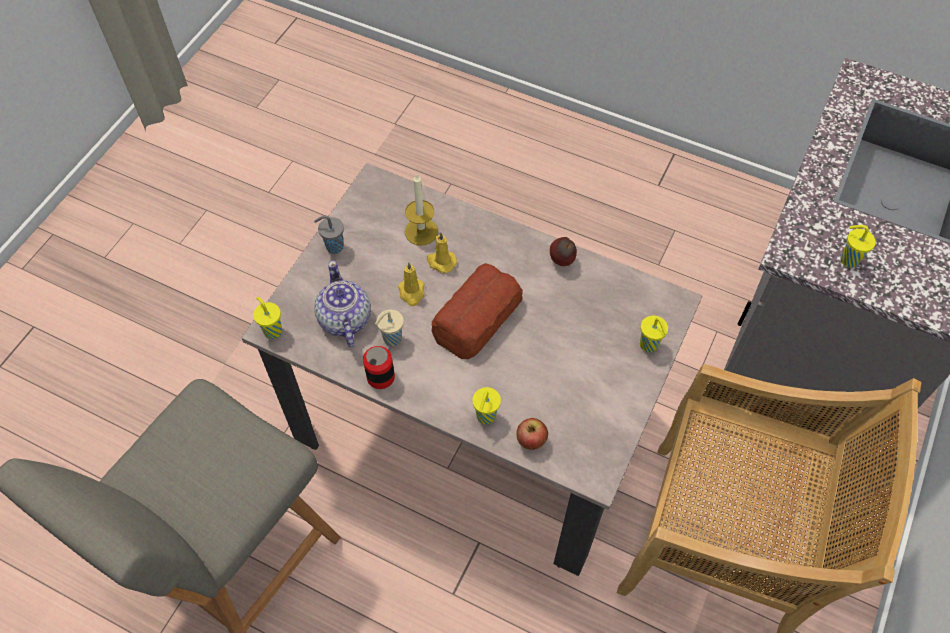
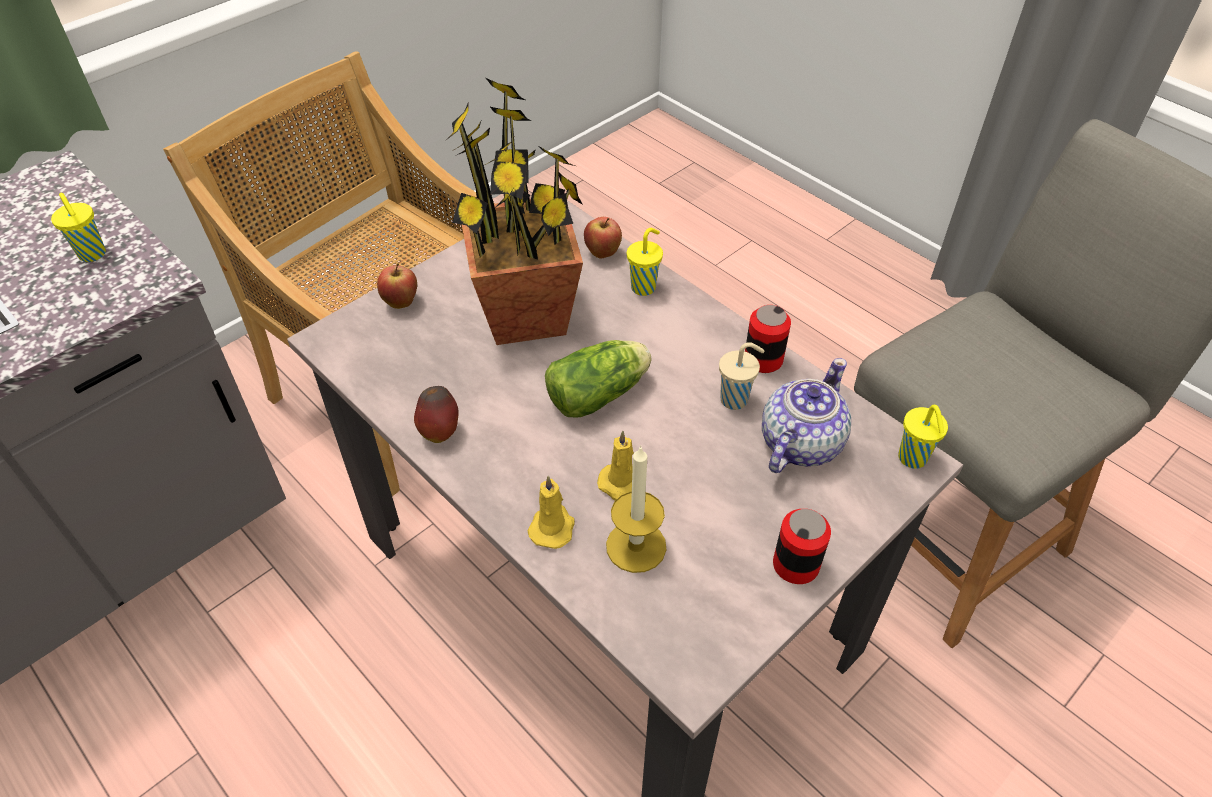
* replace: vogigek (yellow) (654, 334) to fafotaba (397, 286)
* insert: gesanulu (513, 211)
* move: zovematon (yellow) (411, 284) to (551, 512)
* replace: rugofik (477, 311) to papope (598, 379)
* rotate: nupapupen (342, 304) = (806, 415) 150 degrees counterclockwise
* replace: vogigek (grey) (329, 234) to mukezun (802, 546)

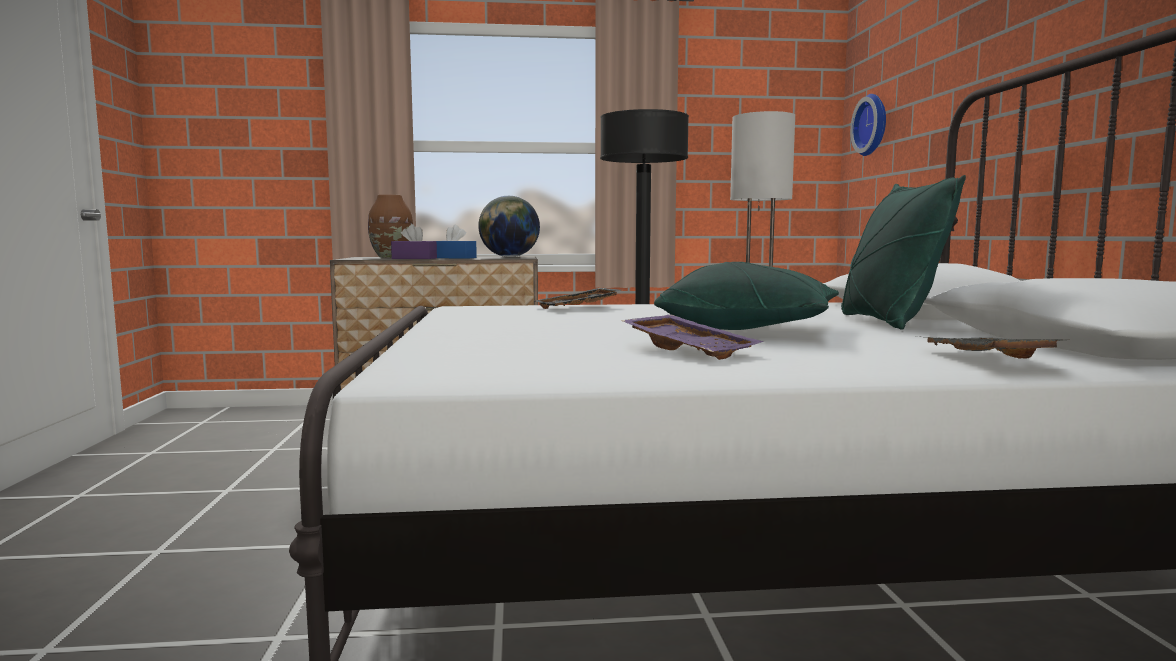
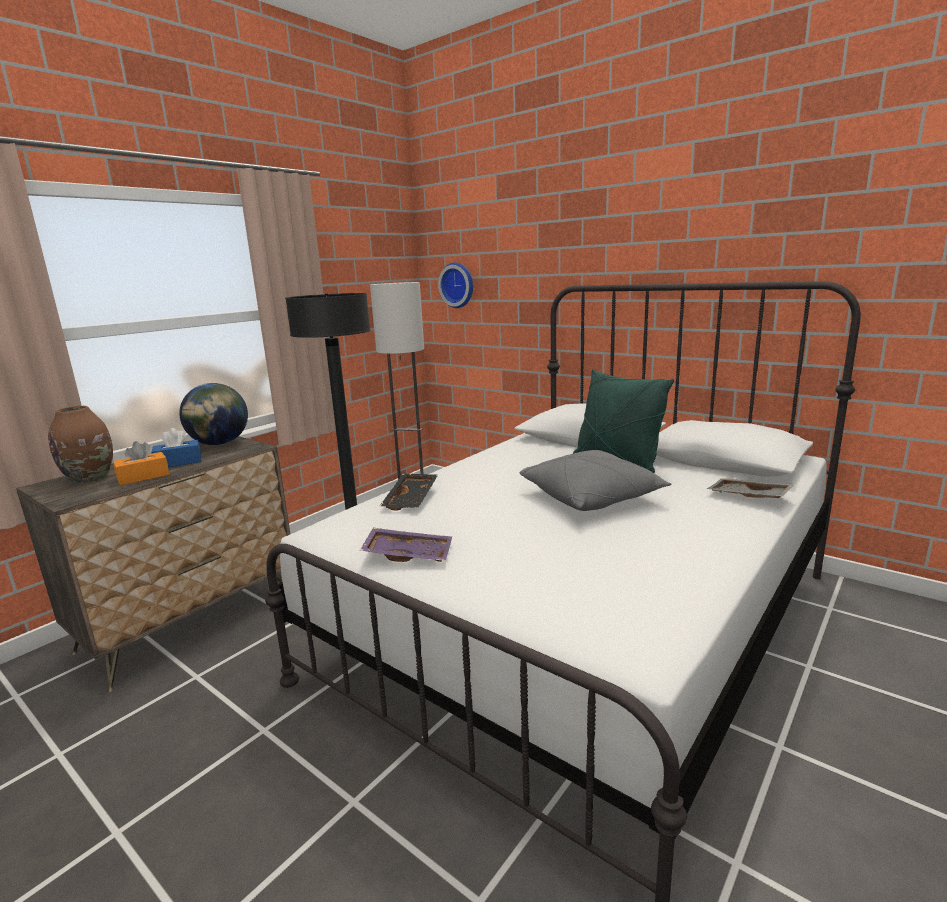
* recolor: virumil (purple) (414, 241) to virumil (orange) (141, 463)
* move: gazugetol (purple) (692, 337) to (406, 545)
* recolor: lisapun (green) (746, 296) to lisapun (grey) (596, 480)

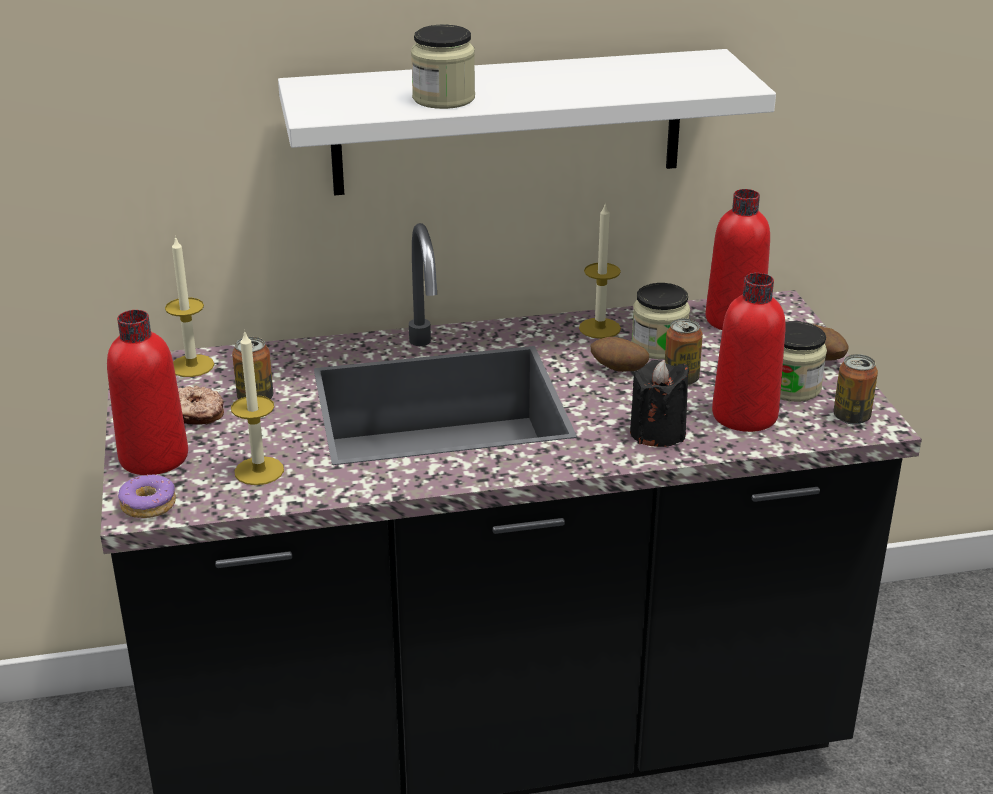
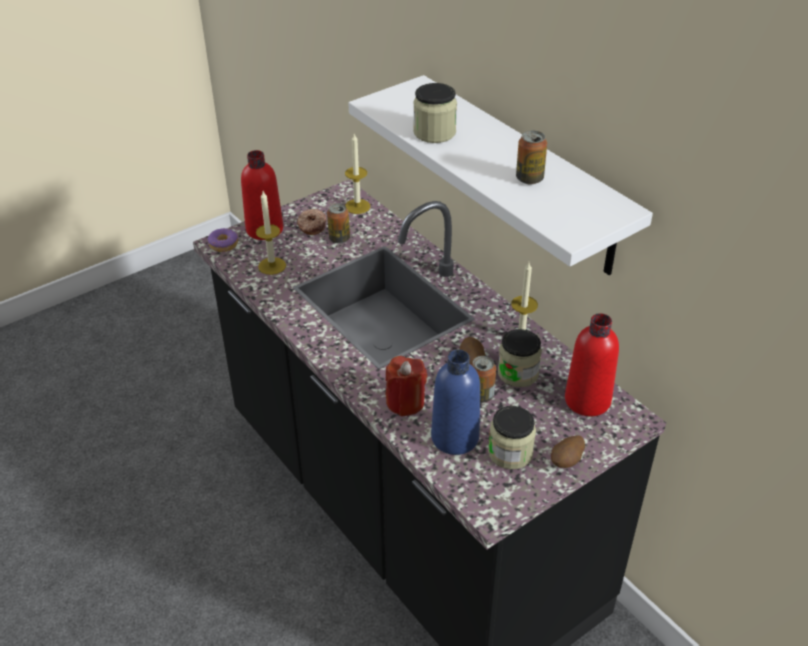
* recolor: zovematon (black) (659, 403) to zovematon (red) (406, 386)
* recolor: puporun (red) (749, 352) to puporun (blue) (455, 402)
* move: mukezun (855, 389) to (531, 157)

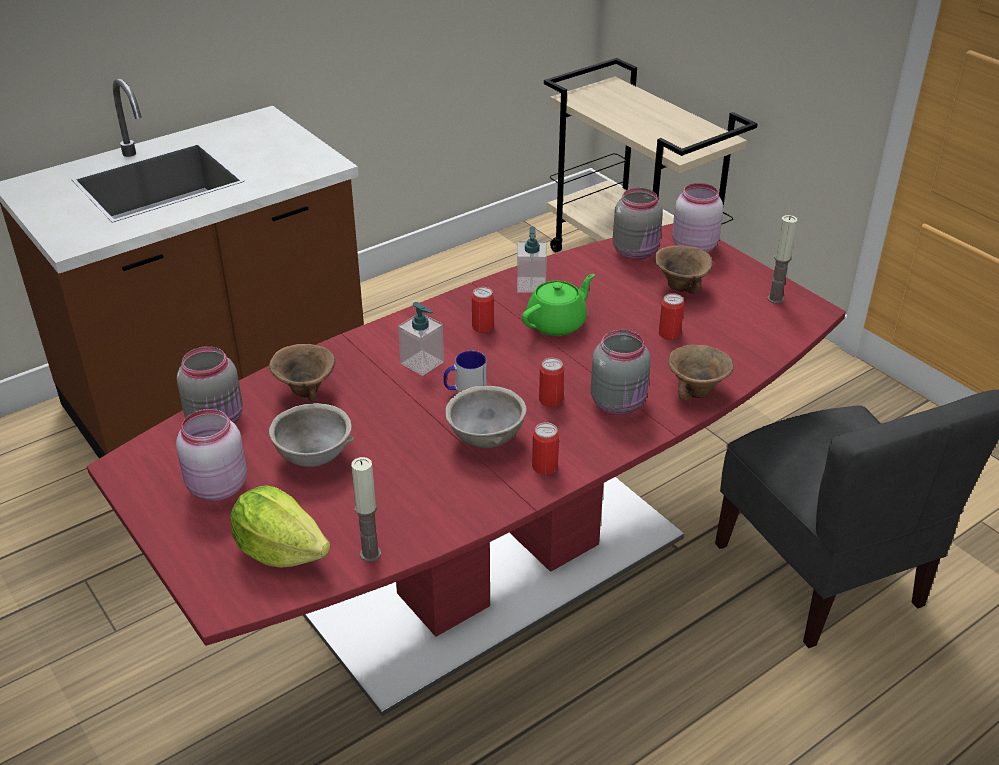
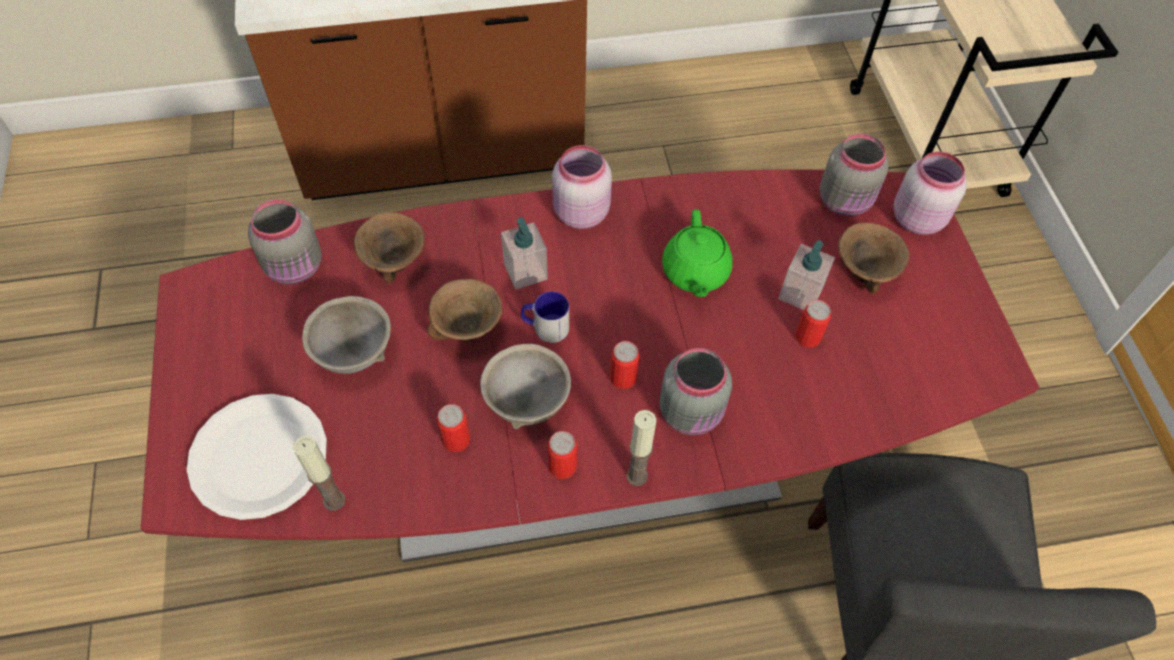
* replace: papope (280, 526) to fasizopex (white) (257, 457)
* move: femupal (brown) (701, 372) to (465, 310)
* move: mukezun (483, 310) to (453, 428)
* move: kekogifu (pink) (211, 455) to (582, 187)
* move: zovematon (782, 259) to (641, 448)
* rotate: nupapupen (green) (558, 305) = (697, 253) 105 degrees clockwise
* move: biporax (532, 260) to (807, 275)

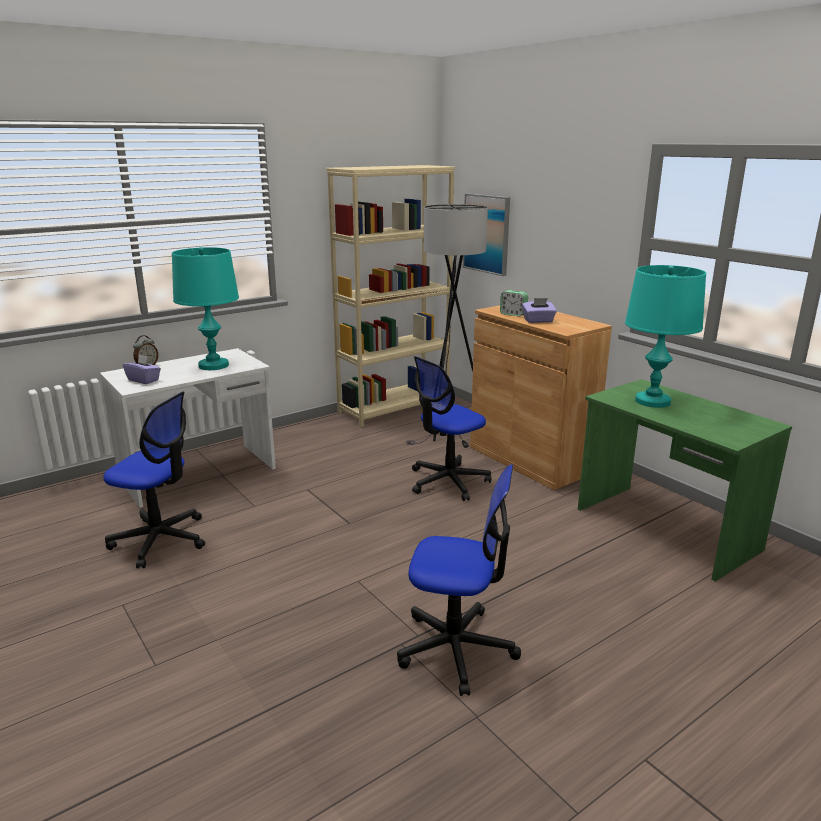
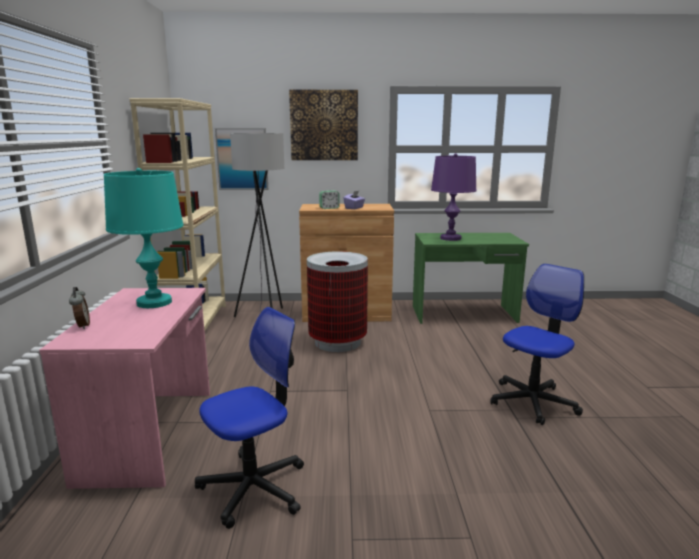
* recolor: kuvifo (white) (188, 428) to kuvifo (pink) (124, 388)
* insert: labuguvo (323, 125)
* replace: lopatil (451, 428) to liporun (337, 301)
* recolor: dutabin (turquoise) (665, 336) to dutabin (purple) (453, 197)
* delete: virumil (purple) (142, 369)

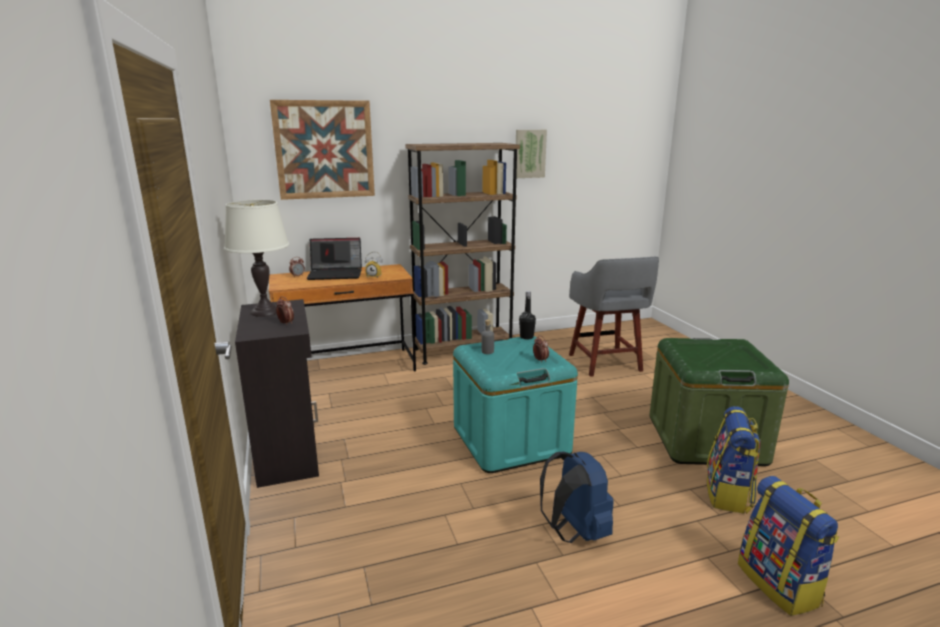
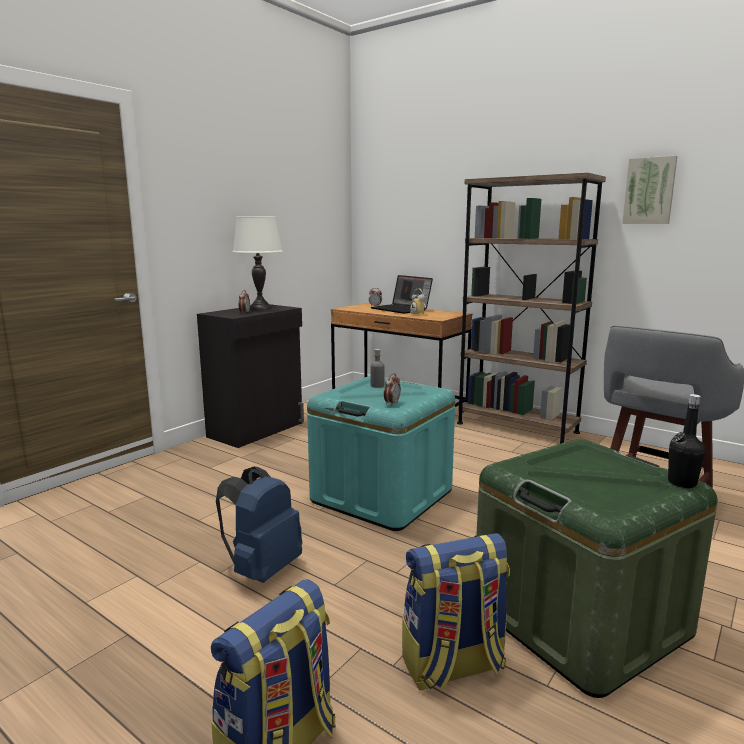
* move: puporun (black) (527, 315) to (687, 441)
* delete: labuguvo (322, 150)

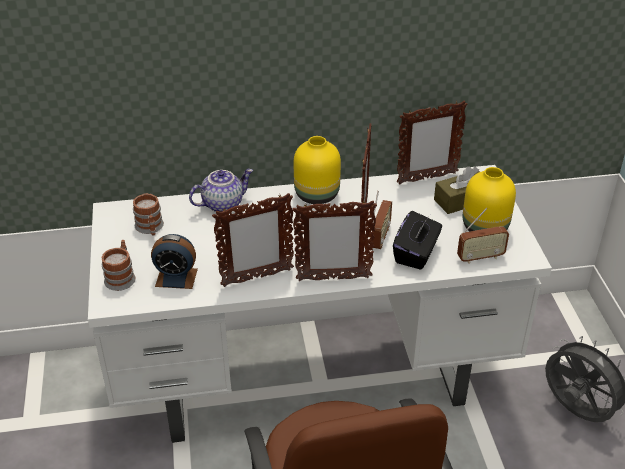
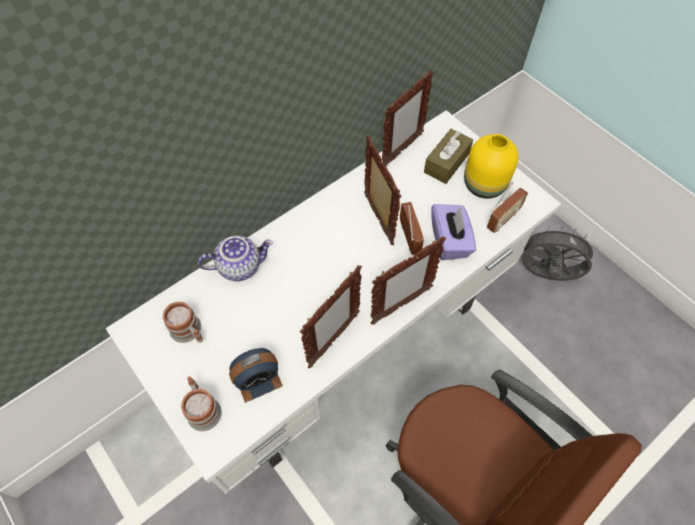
* rotate: nupapupen (221, 190) = (235, 258) 45 degrees clockwise
* recolor: virumil (black) (417, 240) to virumil (purple) (453, 232)
* delete: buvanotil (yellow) (317, 170)

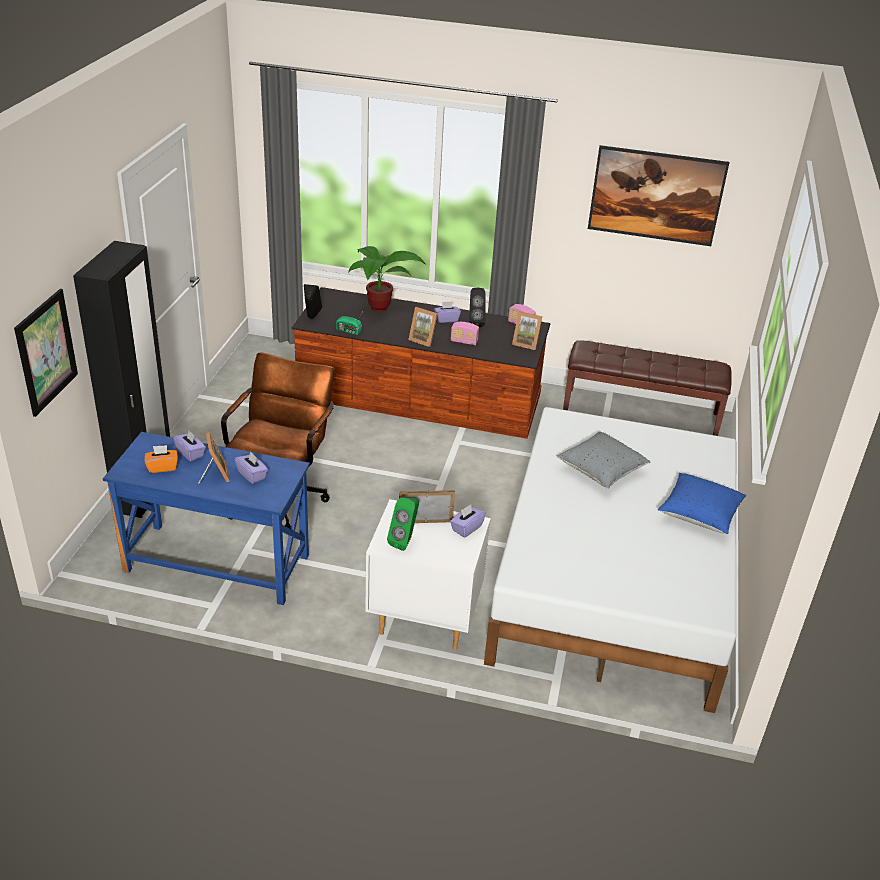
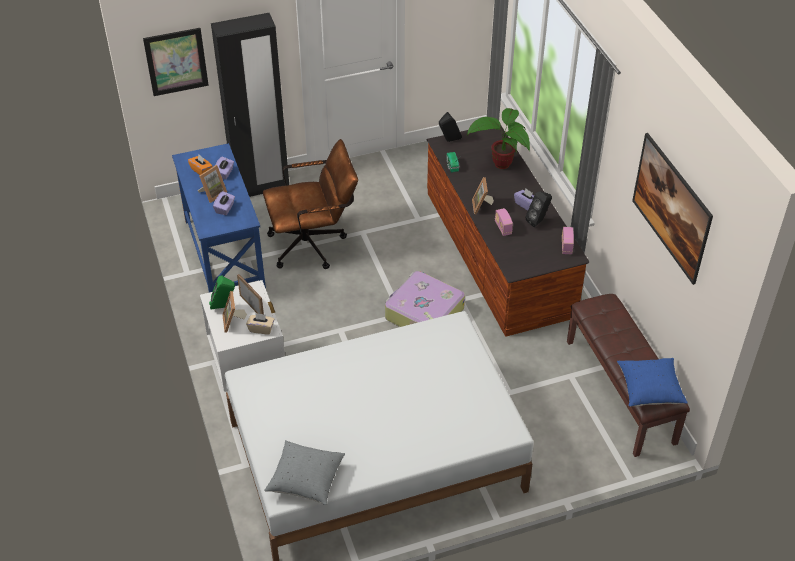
* move: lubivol (527, 330) to (234, 312)
* recolor: virumil (purple) (468, 521) to virumil (beige) (260, 324)
* move: lisapun (grey) (604, 460) to (304, 472)
* insert: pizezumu (425, 299)
* move: lisapun (blue) (702, 503) to (652, 382)

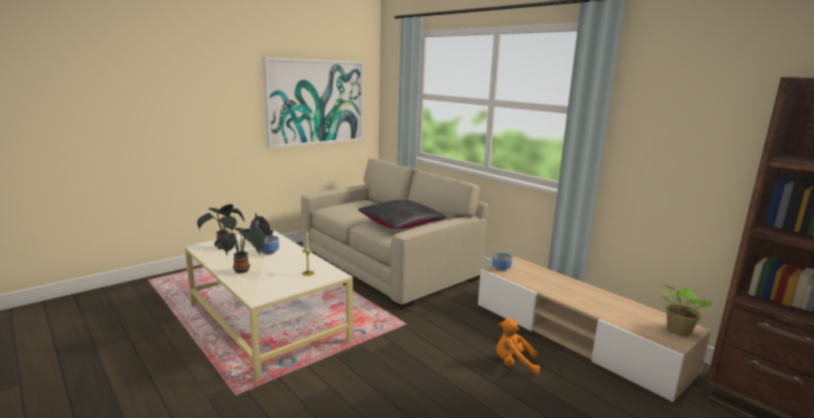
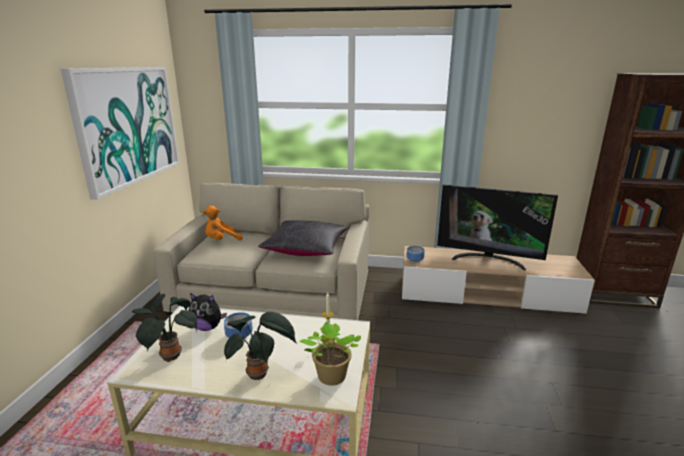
* move: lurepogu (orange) (518, 346) to (222, 223)
* move: gesanulu (686, 310) to (330, 354)
* insert: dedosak (497, 227)

